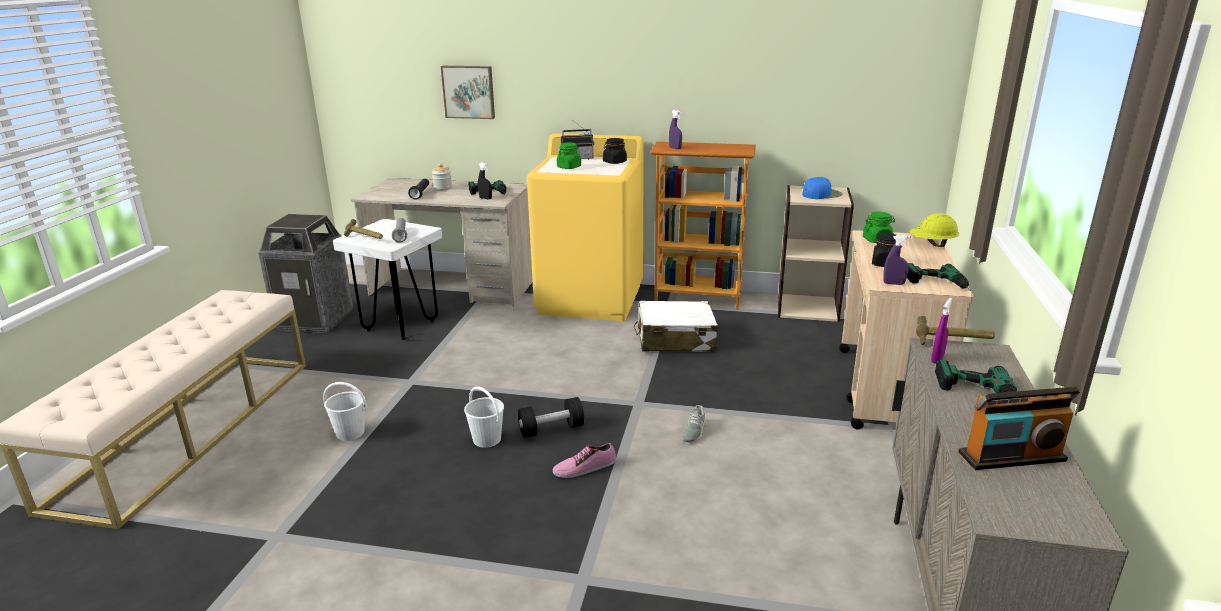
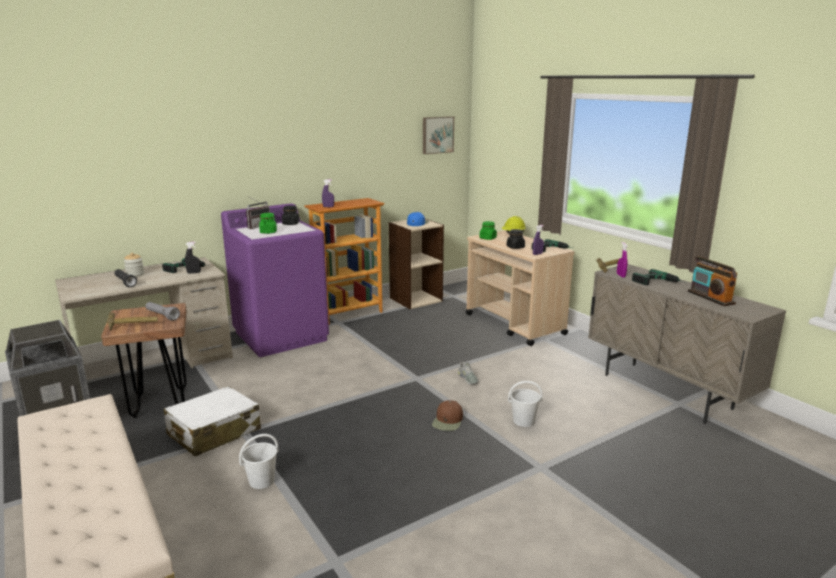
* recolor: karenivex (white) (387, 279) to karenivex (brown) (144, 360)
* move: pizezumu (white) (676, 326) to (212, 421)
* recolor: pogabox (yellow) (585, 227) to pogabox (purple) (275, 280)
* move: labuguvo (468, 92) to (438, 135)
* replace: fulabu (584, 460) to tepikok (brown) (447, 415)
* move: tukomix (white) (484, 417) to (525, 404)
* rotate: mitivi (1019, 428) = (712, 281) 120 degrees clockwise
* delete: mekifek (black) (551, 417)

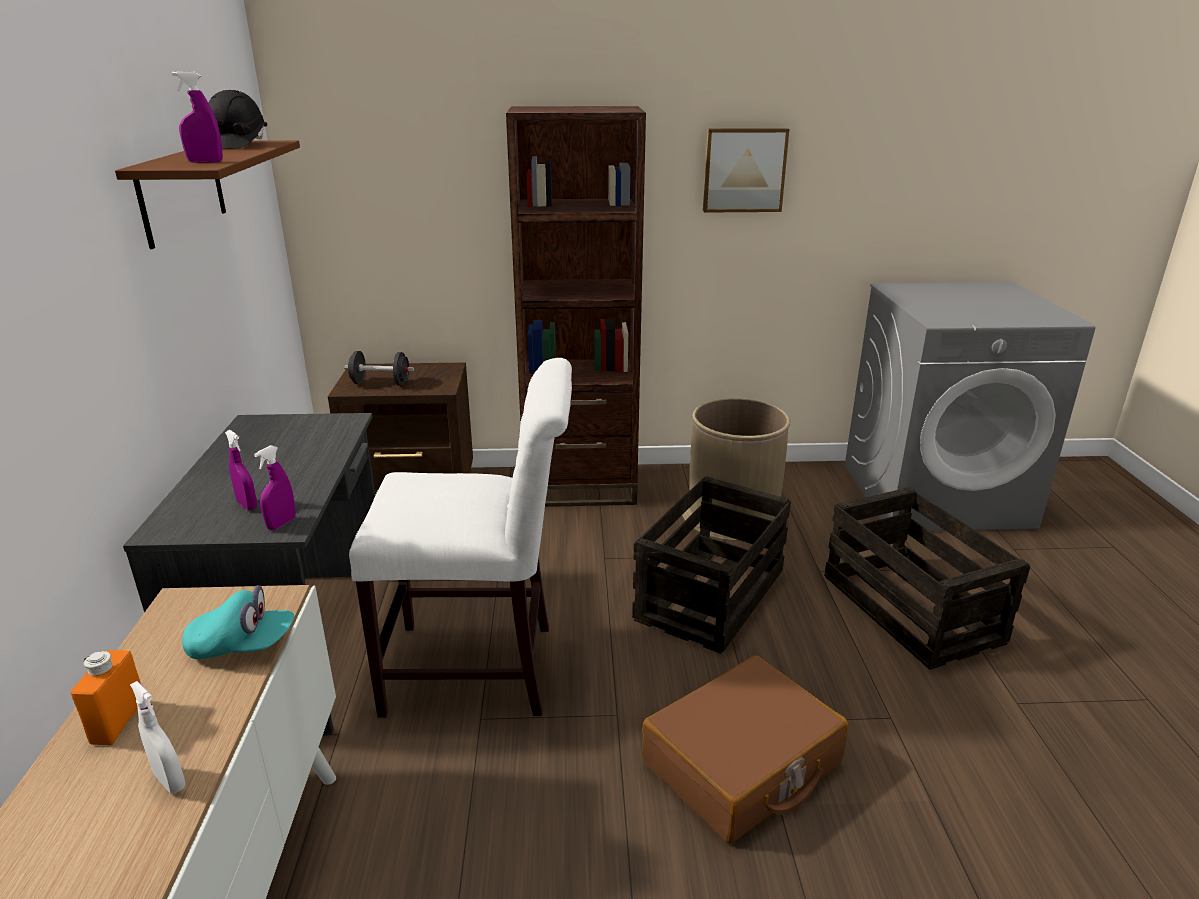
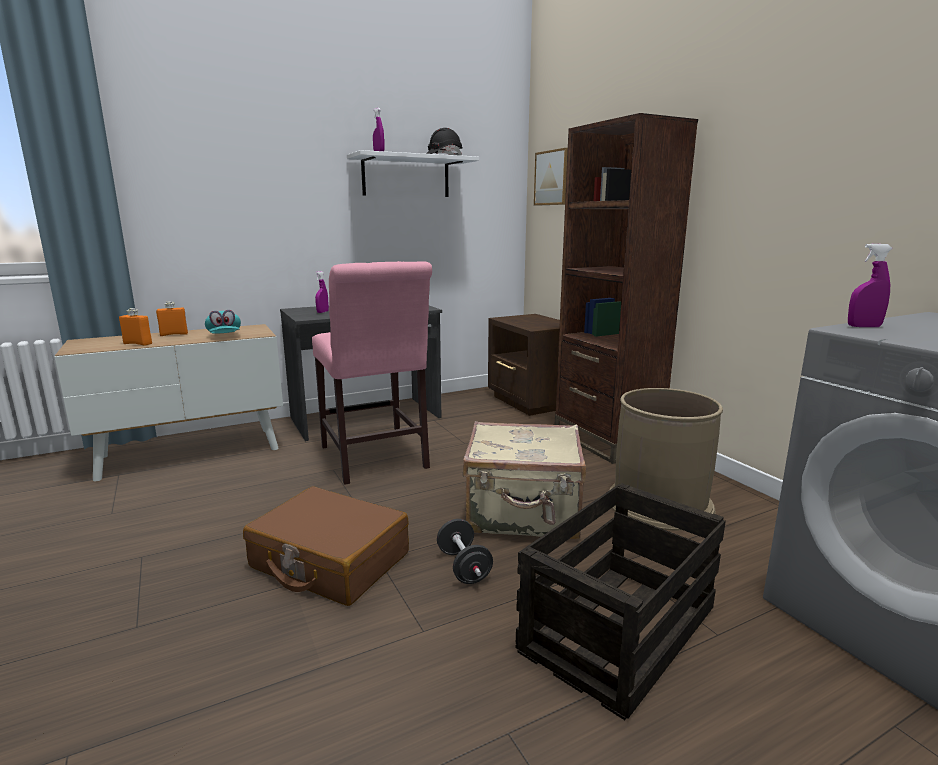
* replace: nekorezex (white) (157, 737) to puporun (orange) (135, 327)
* recolor: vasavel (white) (460, 537) to vasavel (pink) (372, 373)
* recolor: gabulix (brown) (207, 194) to gabulix (white) (413, 173)
* move: mekifek (black) (379, 368) to (465, 551)
* replace: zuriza (711, 565) to pizezumu (beige) (524, 480)
* move: labuguvo (746, 170) to (551, 176)
* move: nekorezex (purple) (274, 487) to (870, 285)

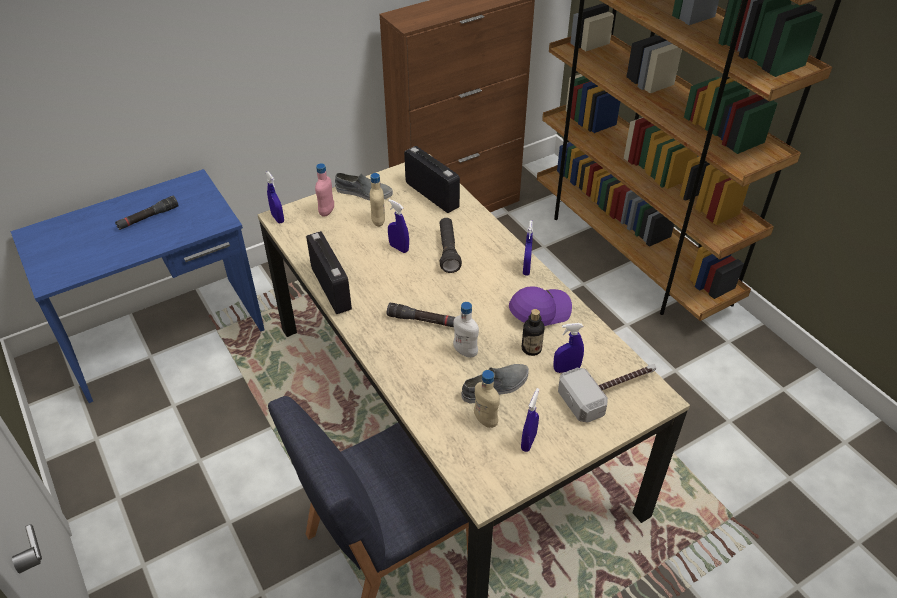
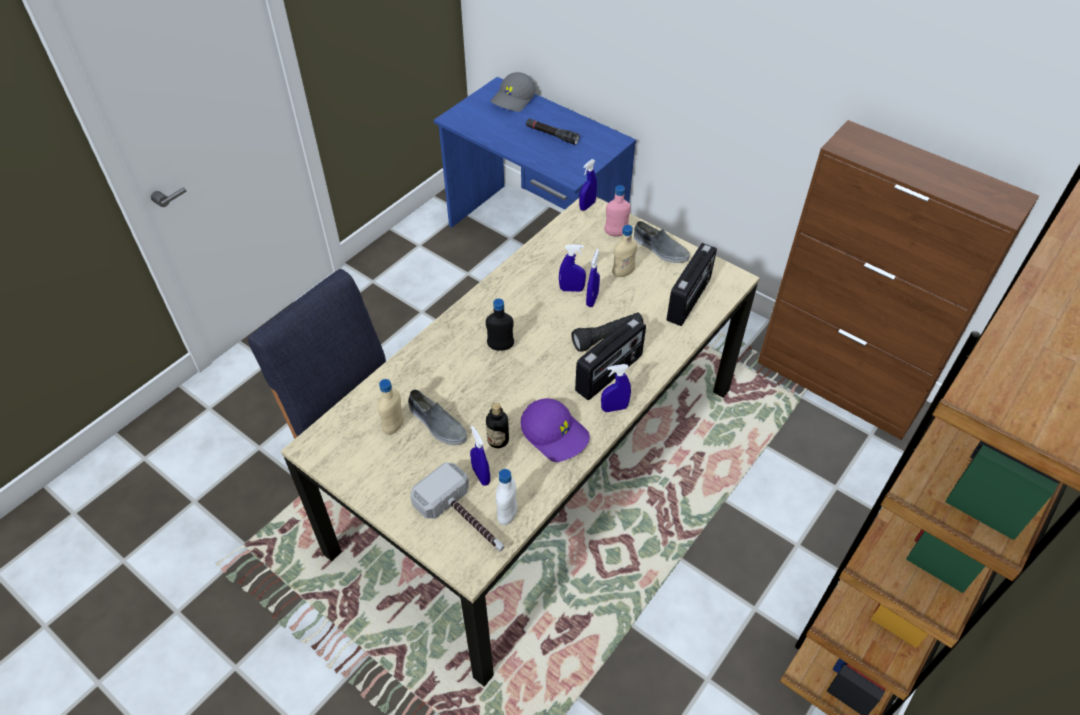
* replace: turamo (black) (421, 315) to puporun (black) (500, 324)
* insert: tepikok (grey) (513, 92)
* move: puporun (white) (466, 330) to (506, 497)
* move: nekorezex (blue) (530, 420) to (572, 268)
* move: mitivi (329, 272) to (610, 358)
* rotate: fulabu (grey) (364, 186) = (662, 242) 45 degrees counterclockwise

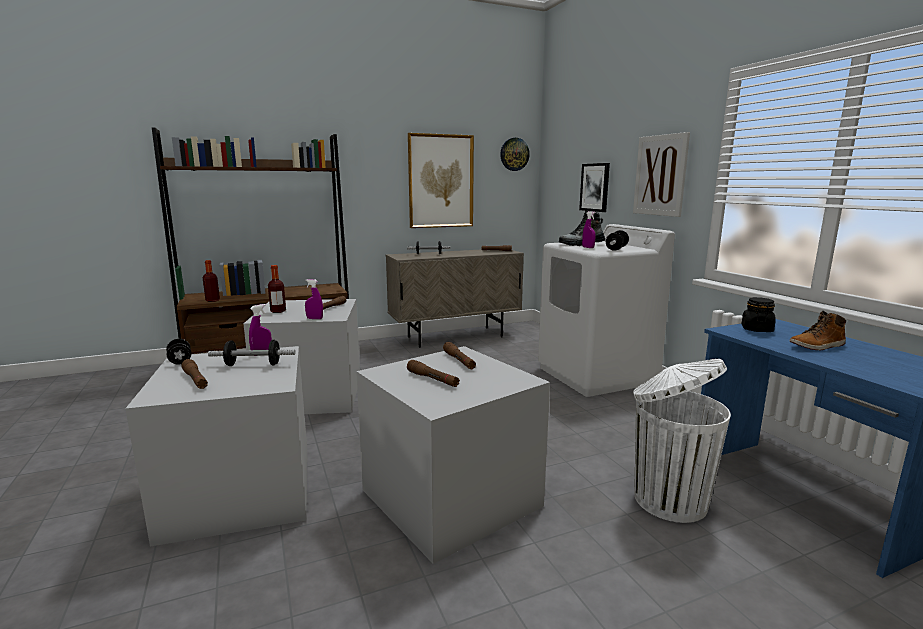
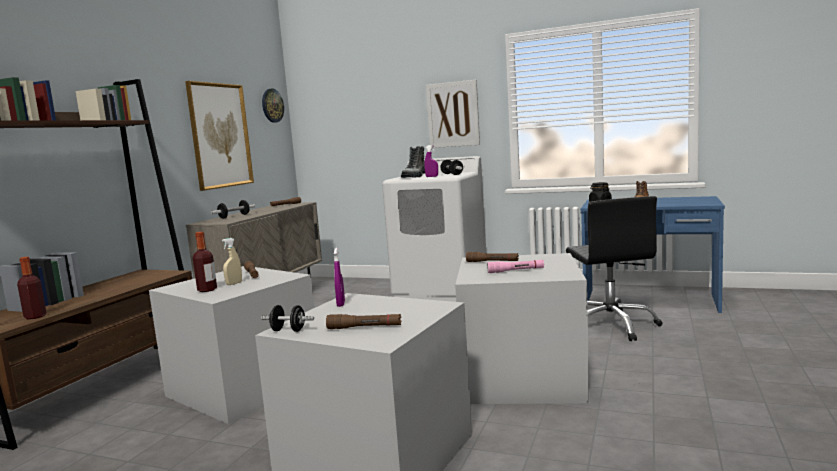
* insert: nekorezex (beige) (232, 261)
* recolor: turamo (brown) (433, 373) to turamo (pink) (516, 266)
* replace: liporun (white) (682, 441) to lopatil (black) (614, 268)
* delete: mekifek (252, 353)
* delete: nekorezex (purple) (314, 299)
* delete: labuguvo (594, 187)

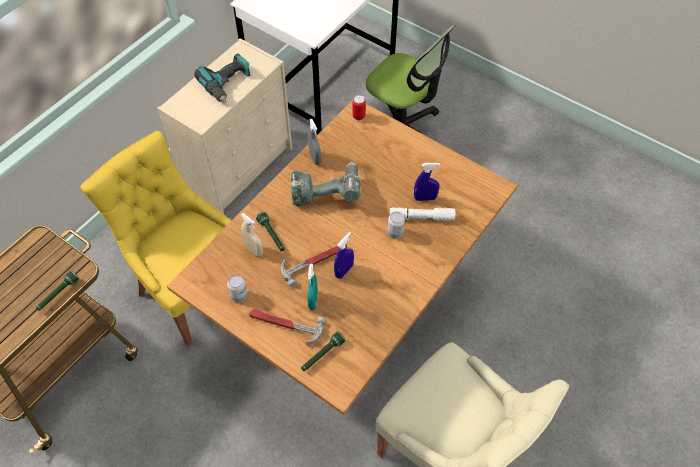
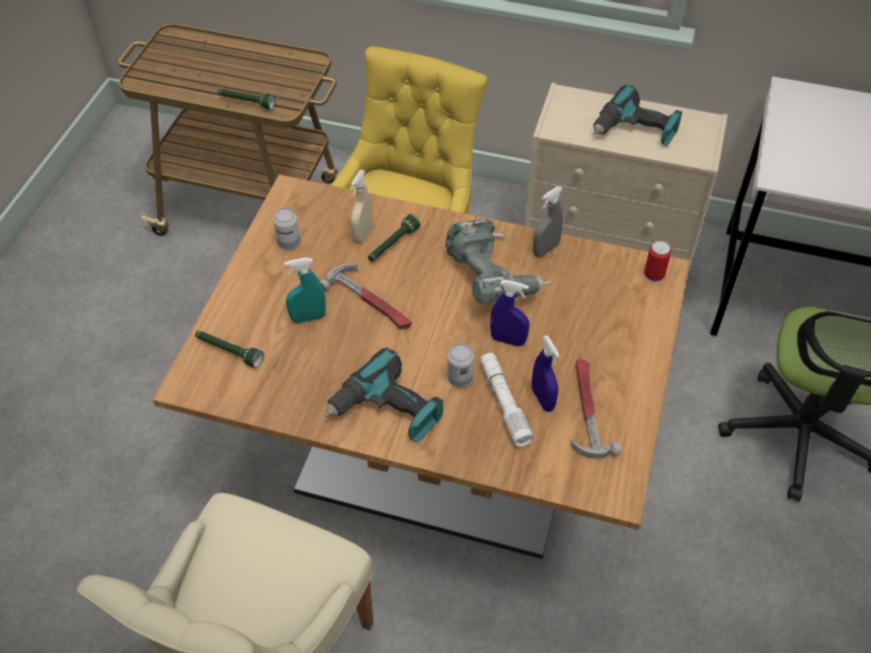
* insert: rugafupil (383, 395)
* move: nekorezex (blue) (344, 255) to (510, 313)
* move: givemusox (287, 327) to (595, 408)

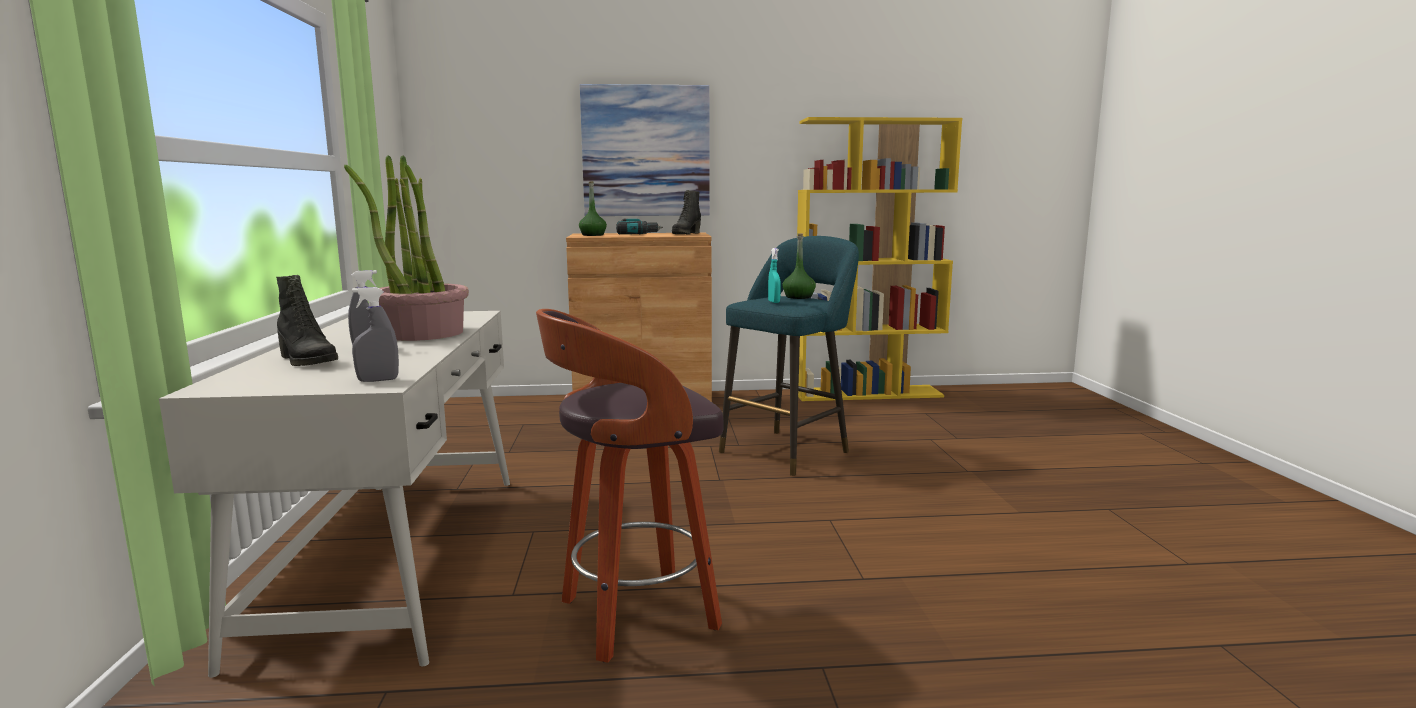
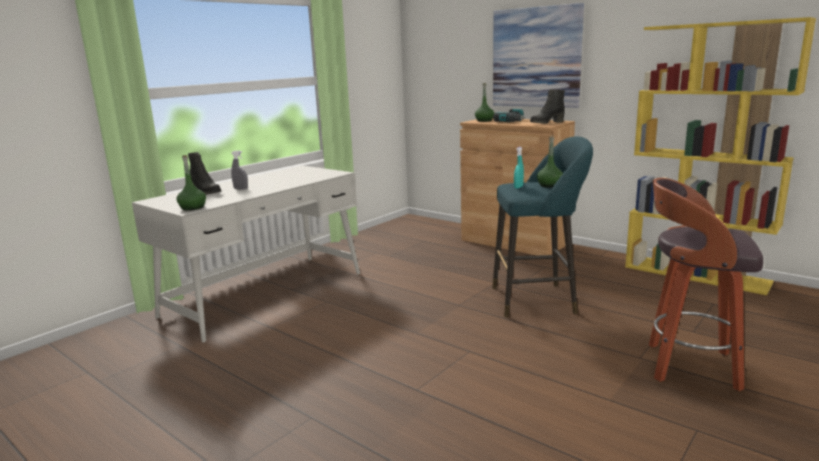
* replace: nekorezex (grey) (375, 334) to puporun (green) (191, 182)
* rotate: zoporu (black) (307, 320) = (204, 173) 45 degrees counterclockwise
* move: karenivex (630, 486) to (706, 284)
* delete: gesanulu (406, 248)

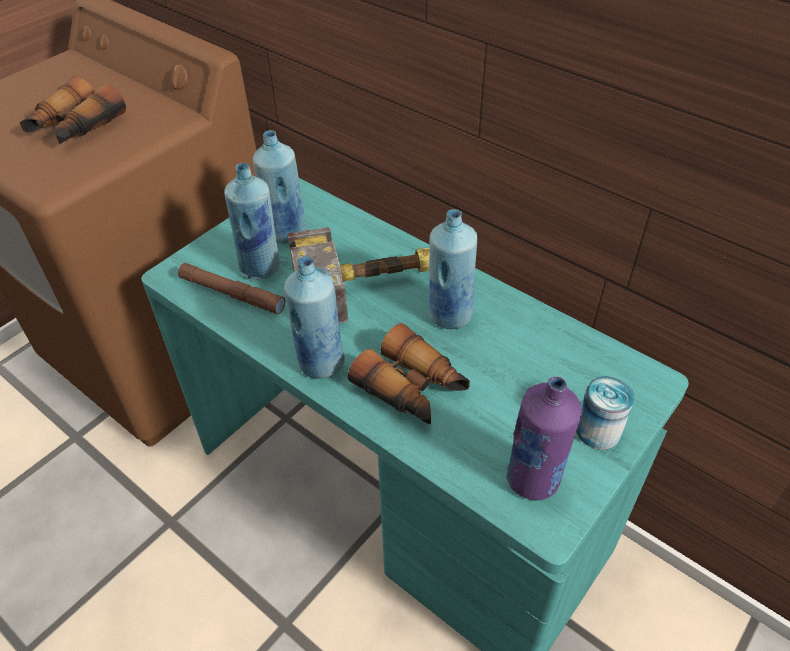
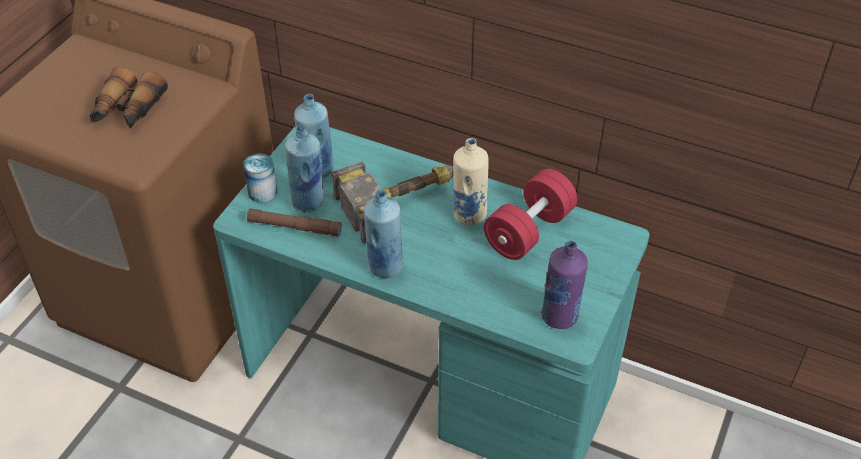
* move: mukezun (605, 413) to (260, 178)
* recolor: puporun (blue) (453, 269) to puporun (beige) (471, 181)
* insert: mekifek (red) (530, 214)
* delete: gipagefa (409, 374)

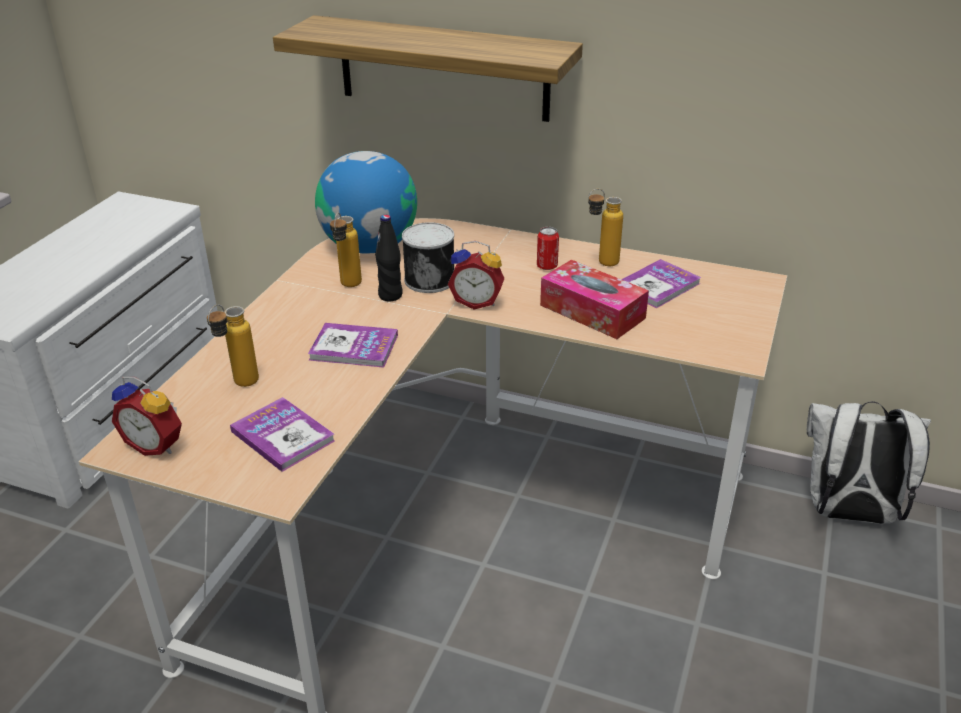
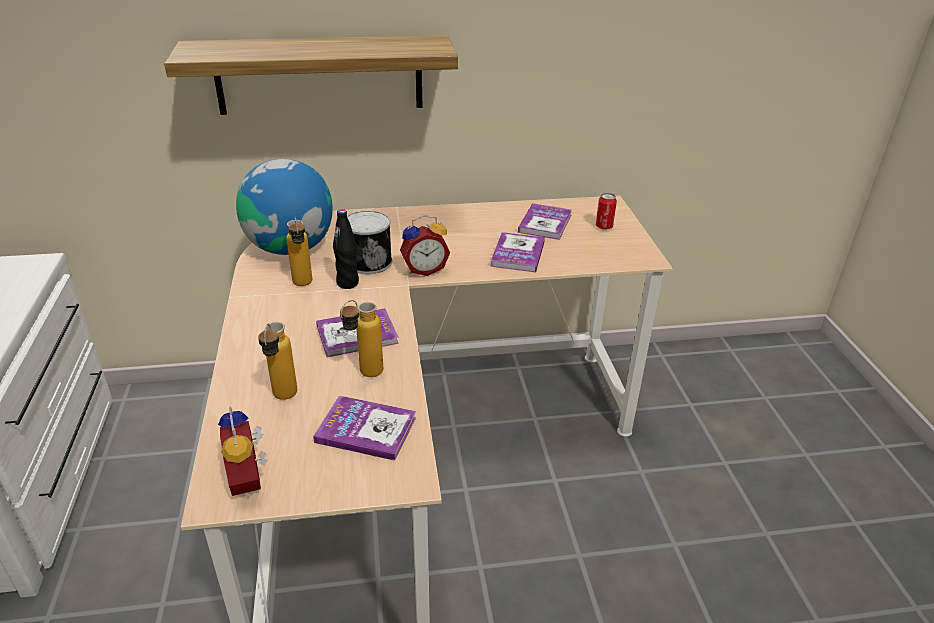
* rotate: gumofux (147, 416) = (243, 453) 75 degrees clockwise
* move: puporun (605, 227) to (361, 338)
* replace: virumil (594, 299) to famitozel (517, 252)
* move: mukezun (548, 248) to (606, 211)
* delete: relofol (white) (869, 462)

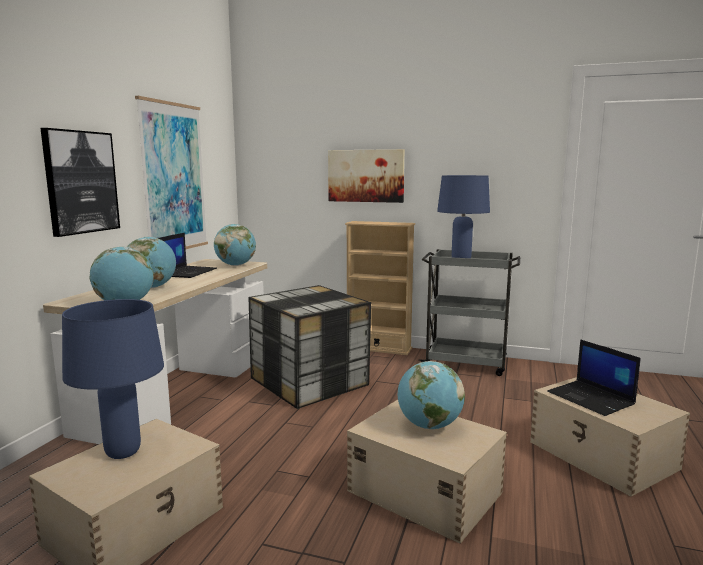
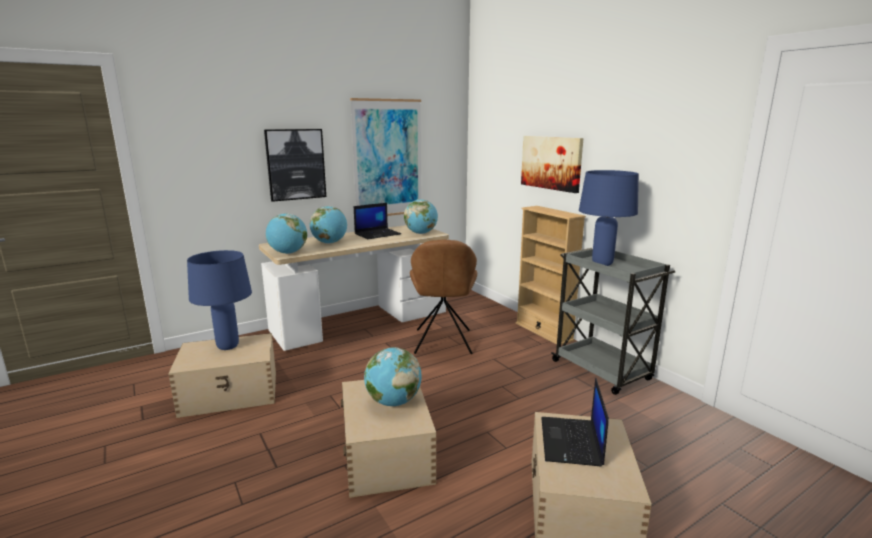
* replace: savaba (309, 347) to vasavel (brown) (443, 297)

